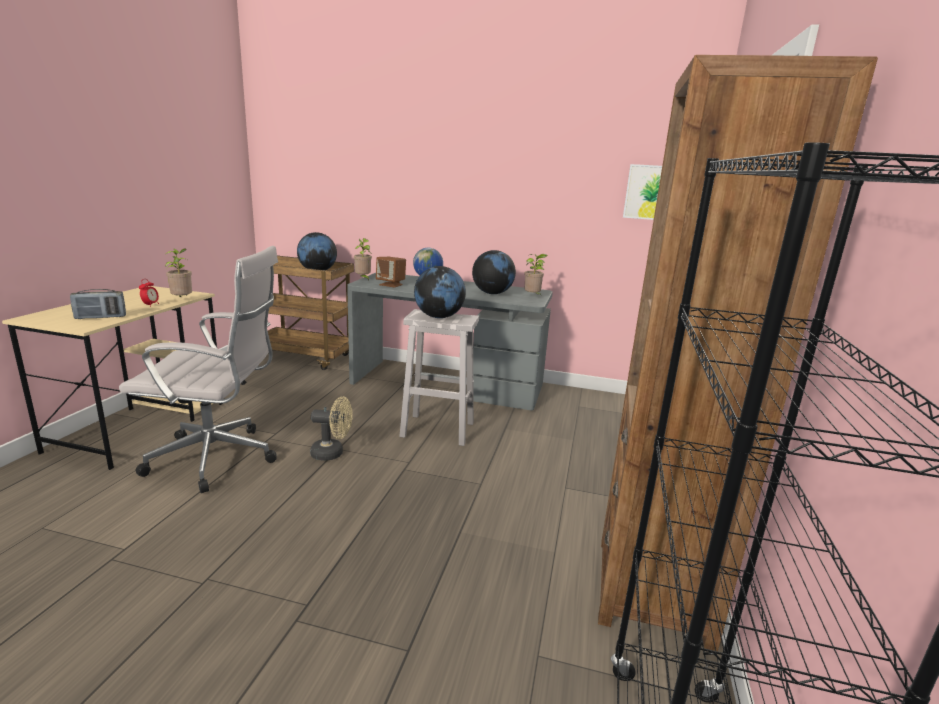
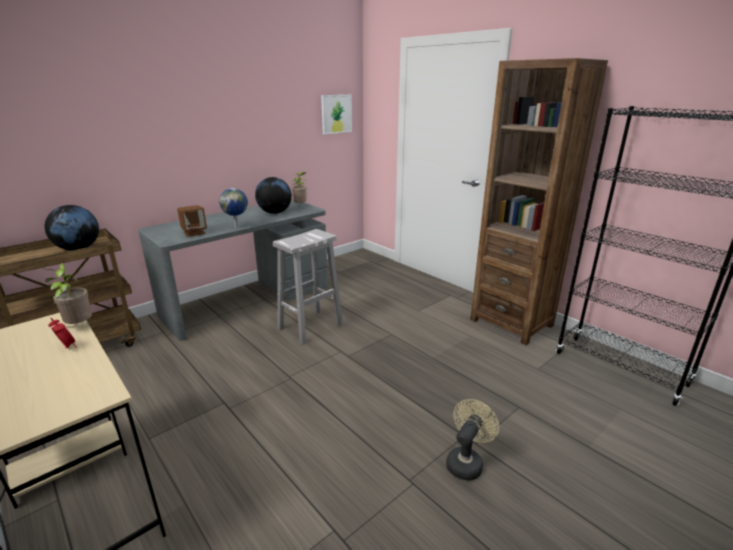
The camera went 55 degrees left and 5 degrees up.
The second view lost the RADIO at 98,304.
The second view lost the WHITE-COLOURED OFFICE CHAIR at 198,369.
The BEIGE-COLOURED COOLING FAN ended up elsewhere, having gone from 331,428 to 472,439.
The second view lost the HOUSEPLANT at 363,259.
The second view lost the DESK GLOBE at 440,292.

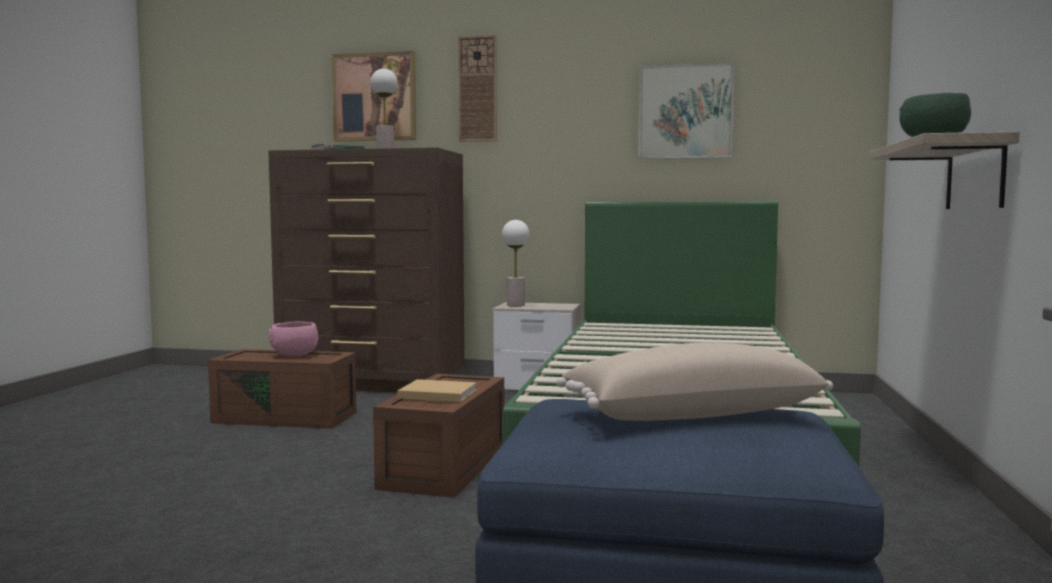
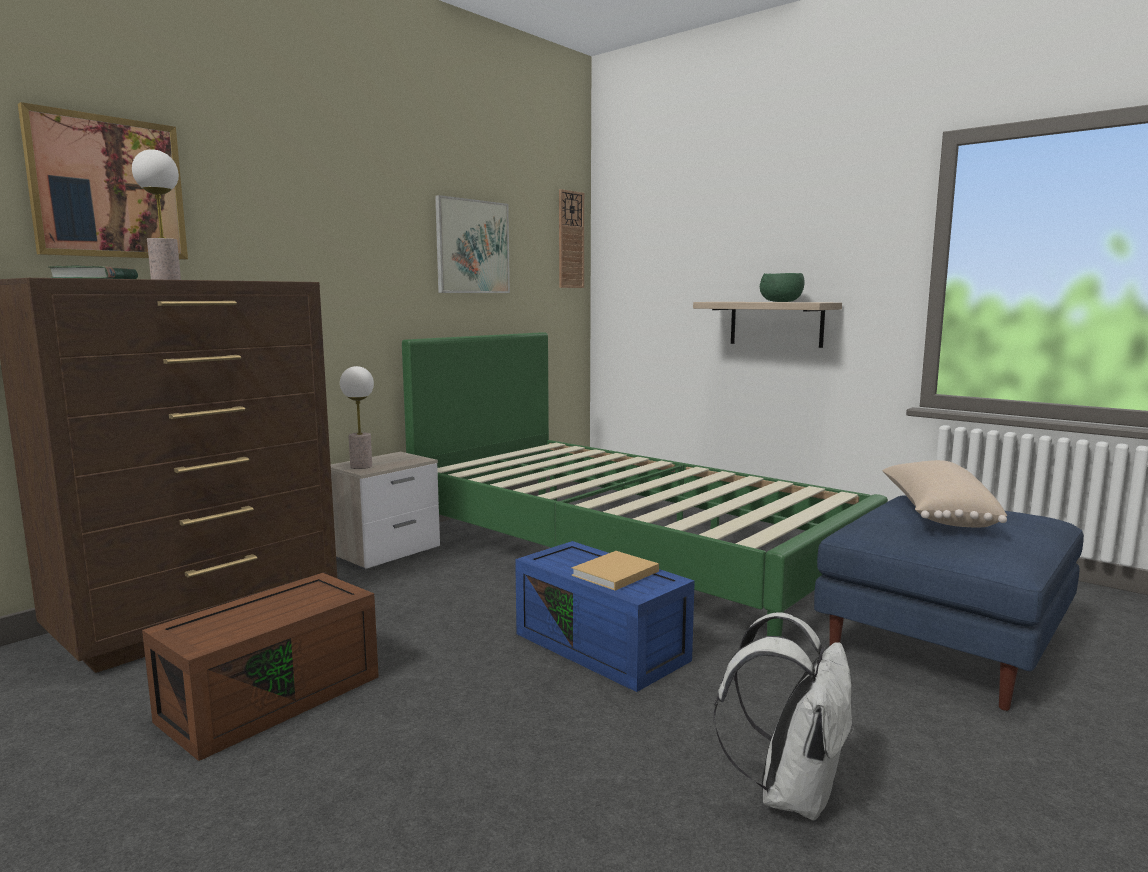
The camera went 60 degrees left and 5 degrees up.
The second view lost the PINKISH SERVING BOWL at 293,339.
What was the BROWN STORAGE BOX at 438,436 turned into the BLUE STORAGE BOX at 605,616.
The CLOCK ON THE WALL ended up elsewhere, having gone from 477,88 to 571,238.
The second view gained the WHITE-COLOURED RUCKSACK at 784,716.

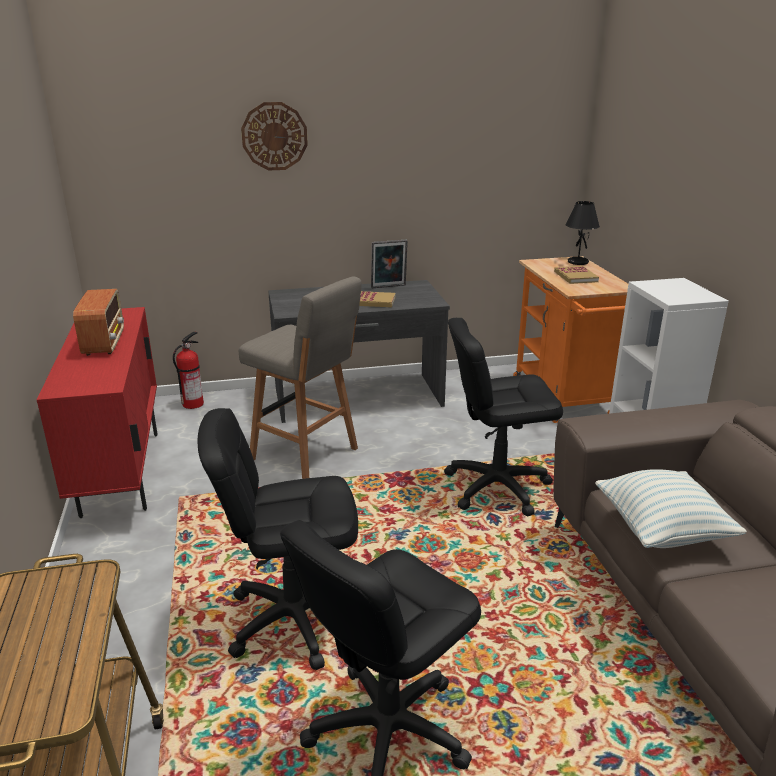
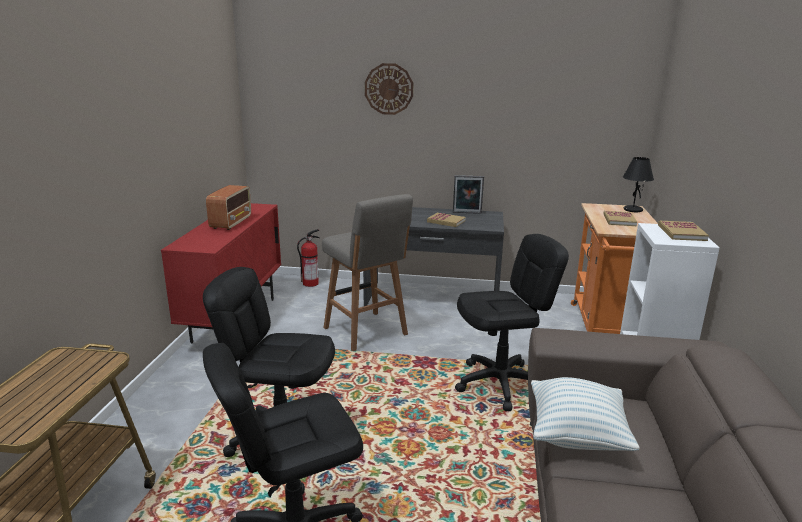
The camera went 20 degrees right and 5 degrees down.
The BLACK OFFICE CHAIR at 503,417 ended up facing another way, 150 degrees clockwise from before.
The second view gained the BOUND BOOK at 683,231.

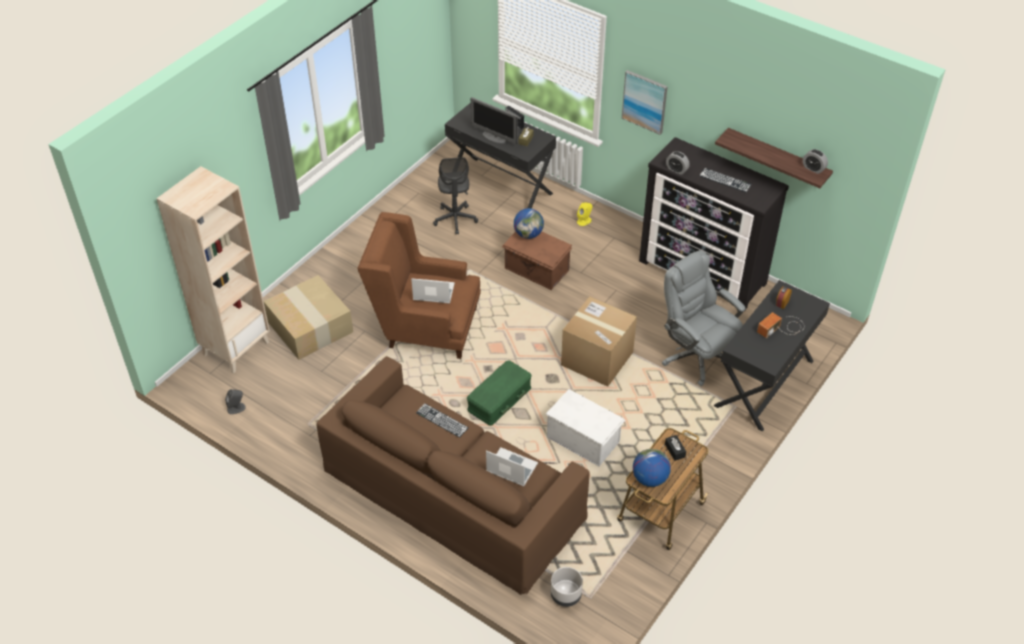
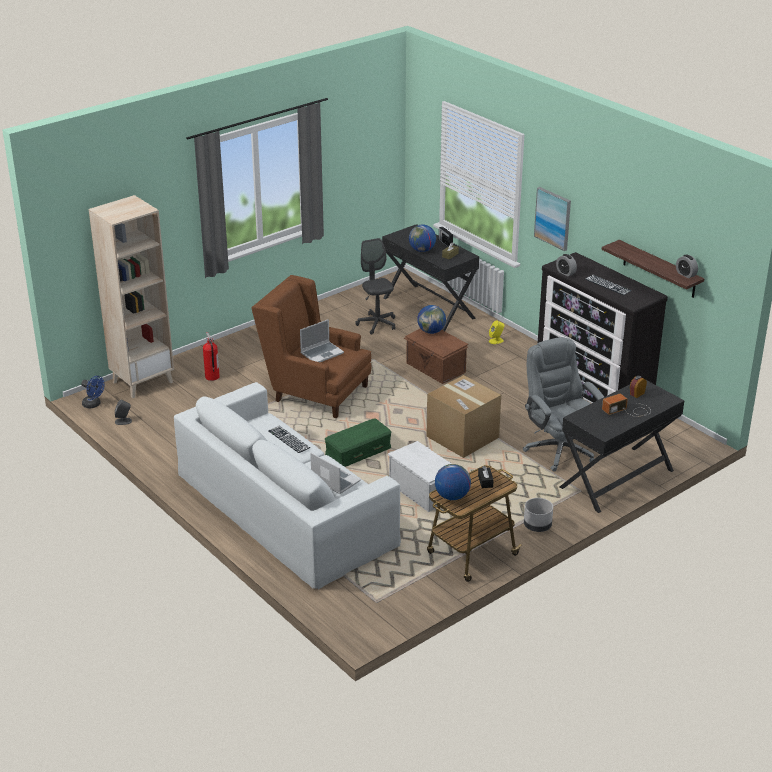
The camera went 15 degrees right and 15 degrees down.
Where the CARTON stood at 308,317, the FIRE EXTINGUISHER came to stand at 211,356.
What was the BROWN COUCH at 453,475 turned into the WHITE-COLOURED COUCH at 287,485.
The PORTABLE COMPUTER at 433,290 ended up facing another way, 120 degrees clockwise from before.
The GREYISH OFFICE CHAIR at 455,196 ended up facing another way, 150 degrees clockwise from before.
Where the MONITOR stood at 494,120, the DESK GLOBE came to stand at 422,238.
The GREYISH PLANT POT ended up elsewhere, having gone from 567,587 to 538,515.
The second view gained the BLUE COOLING FAN at 93,392.

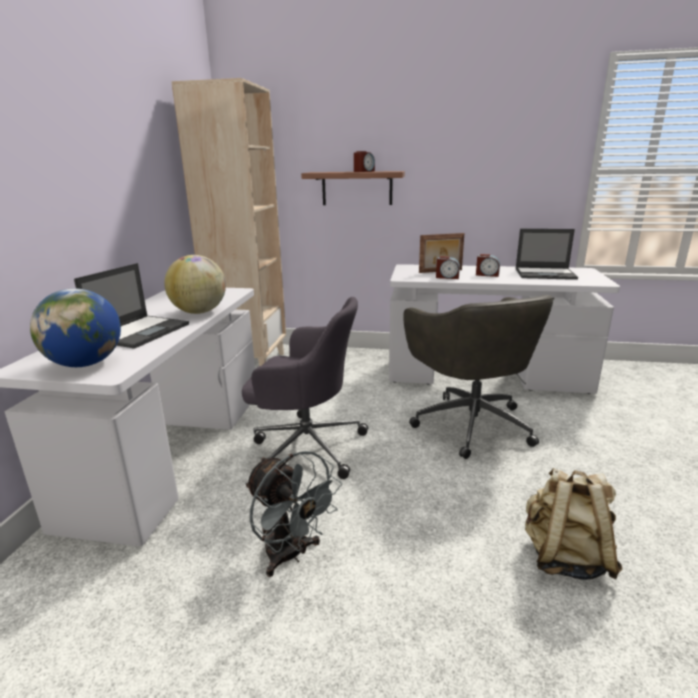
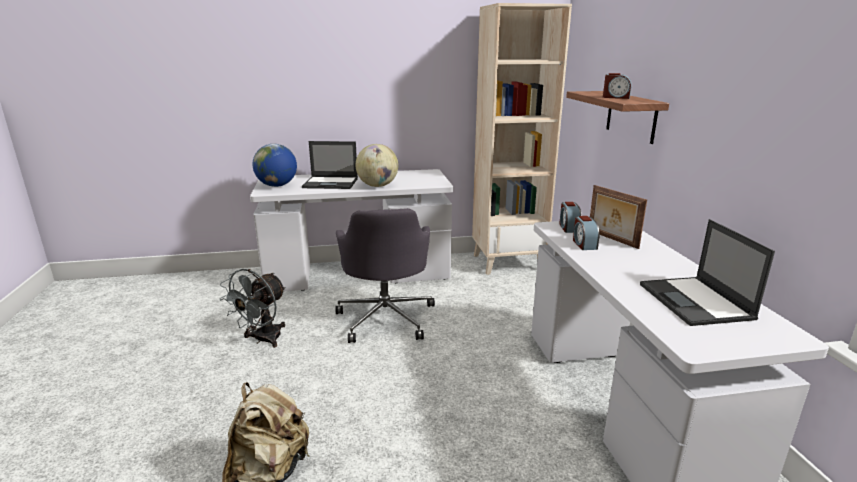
The camera went 70 degrees right and 0 degrees up.
The second view lost the GREYISH OFFICE CHAIR at 478,377.
The TABLE CLOCK ended up elsewhere, having gone from 488,265 to 570,217.

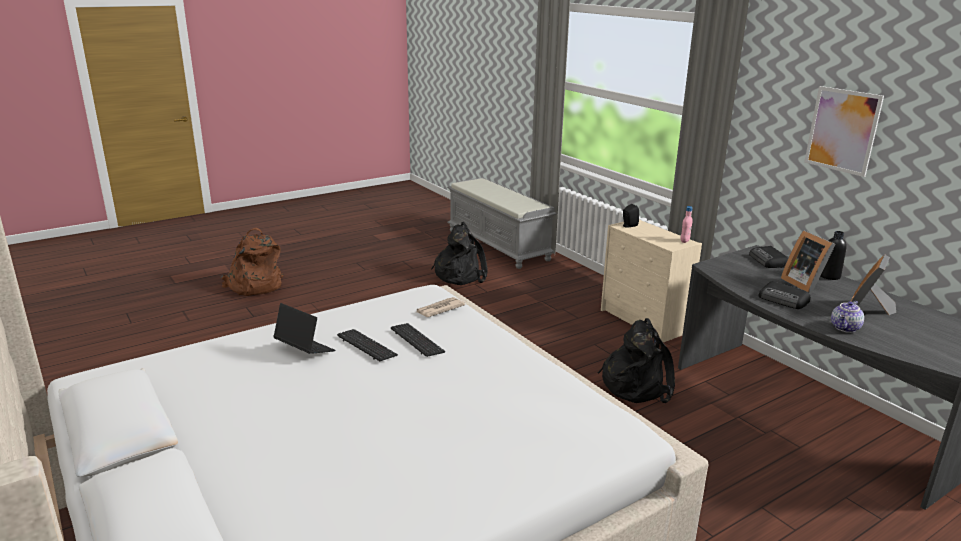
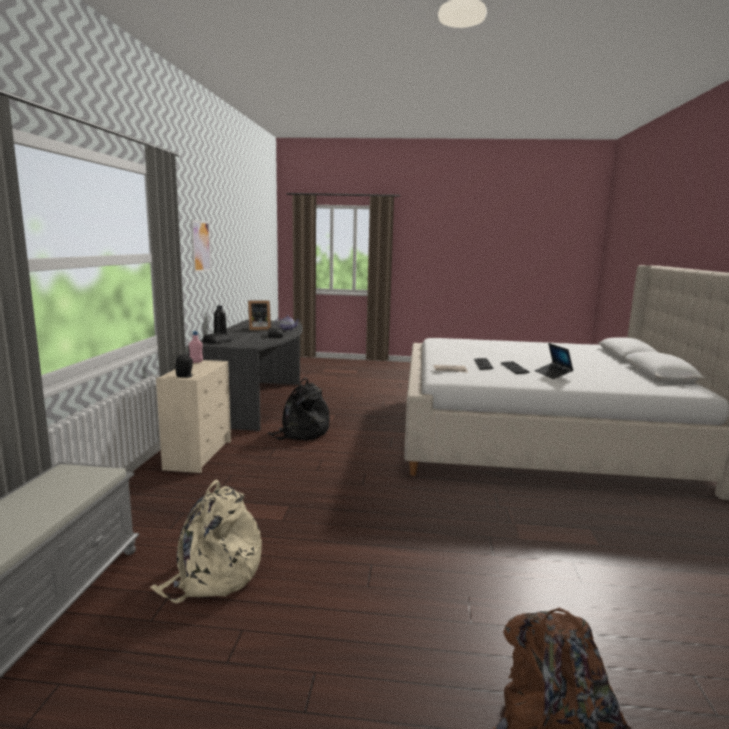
The camera went 140 degrees left and 10 degrees down.
What was the BLACK RUCKSACK at 459,253 turned into the BEIGE-COLOURED RUCKSACK at 206,541.
The second view lost the PHOTO FRAME at 808,262.

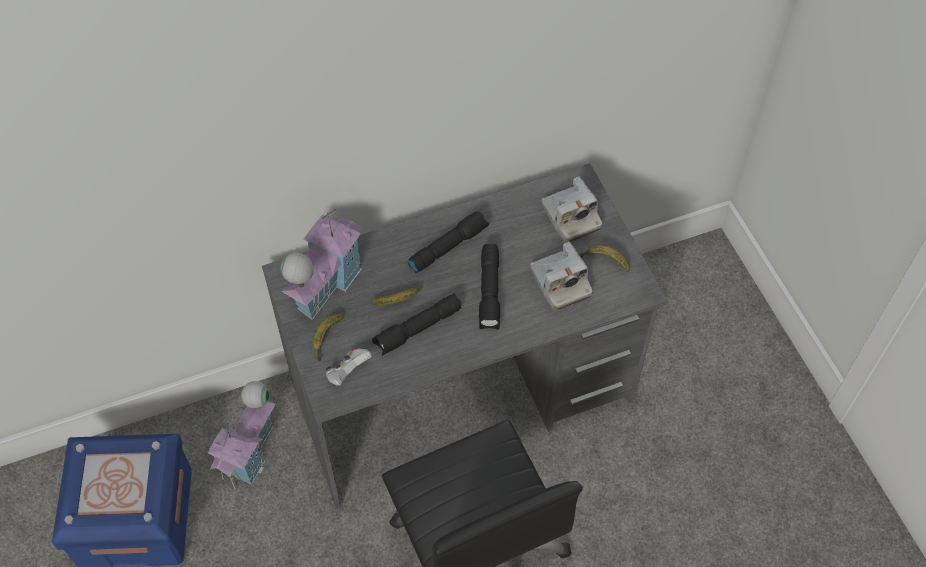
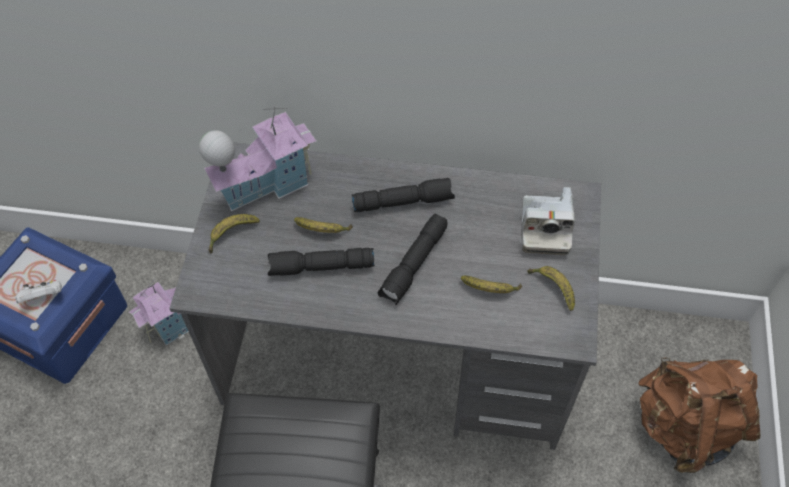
The camera went 30 degrees right and 0 degrees up.
The WHITE-COLOURED JOYPAD ended up elsewhere, having gone from 348,367 to 38,291.
Where the PHOTO CAMERA stood at 561,277, the BANANA came to stand at 491,284.
The second view gained the BROWN RUCKSACK at 699,415.

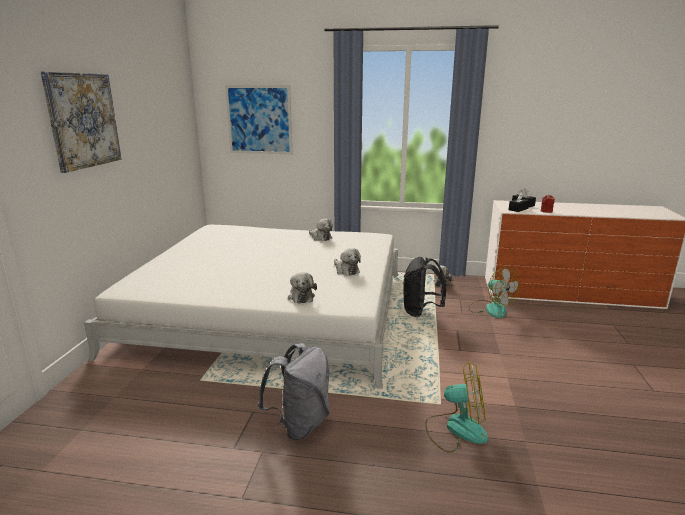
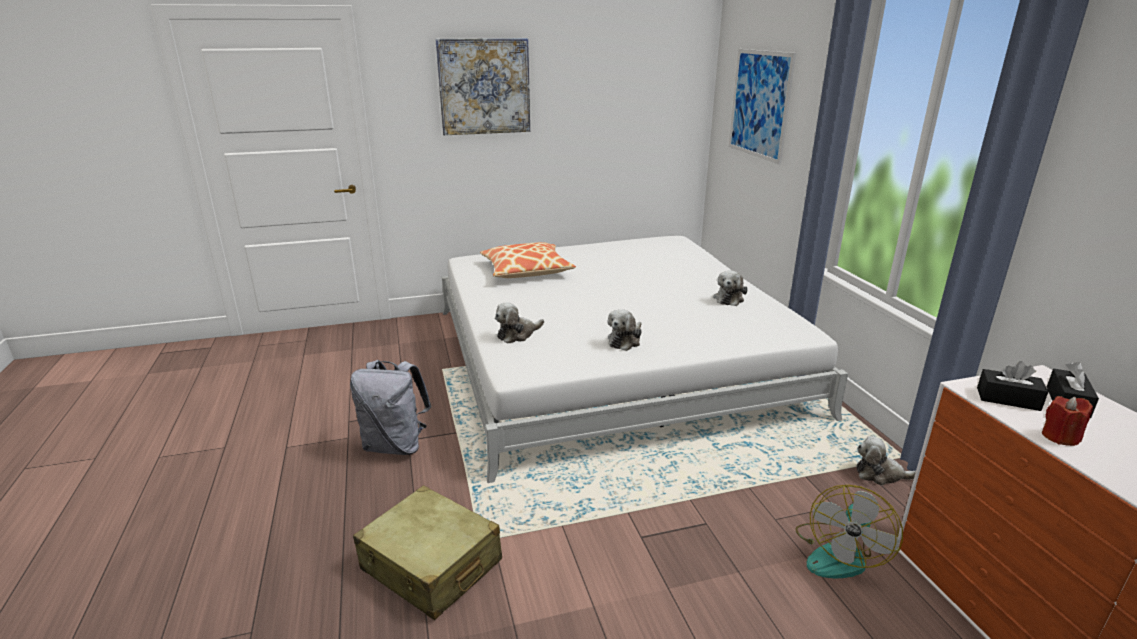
The camera went 65 degrees right and 5 degrees up.
The second view lost the BLACK RUCKSACK at 424,287.
Where the COOLING FAN stood at 456,407, the BEIGE-COLOURED PIECE OF LUGGAGE came to stand at 427,552.
The second view gained the CUSHION at 528,260.

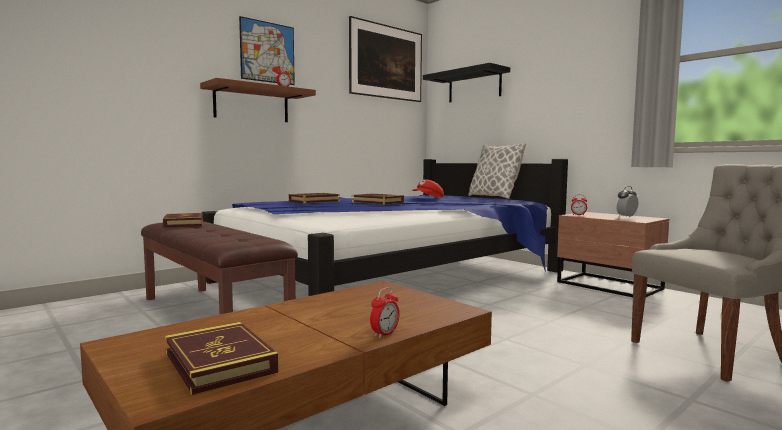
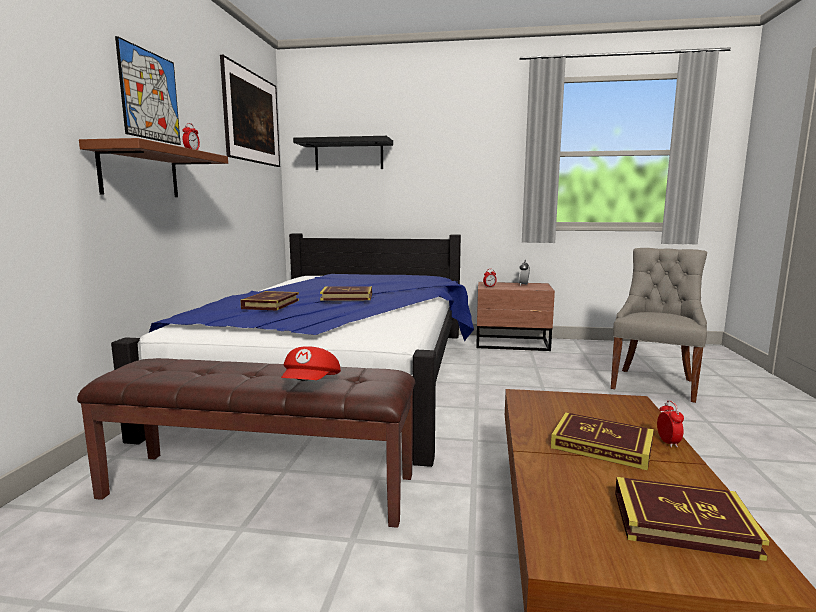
The camera went 40 degrees left and 5 degrees up.
The BOUND BOOK ended up elsewhere, having gone from 183,220 to 602,441.
The RED-COLOURED PEAKED CAP ended up elsewhere, having gone from 428,189 to 311,363.
The second view lost the CUSHION at 497,171.

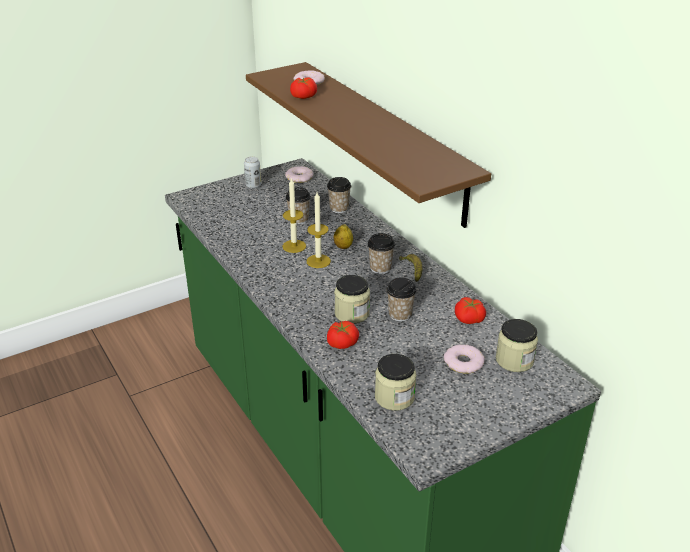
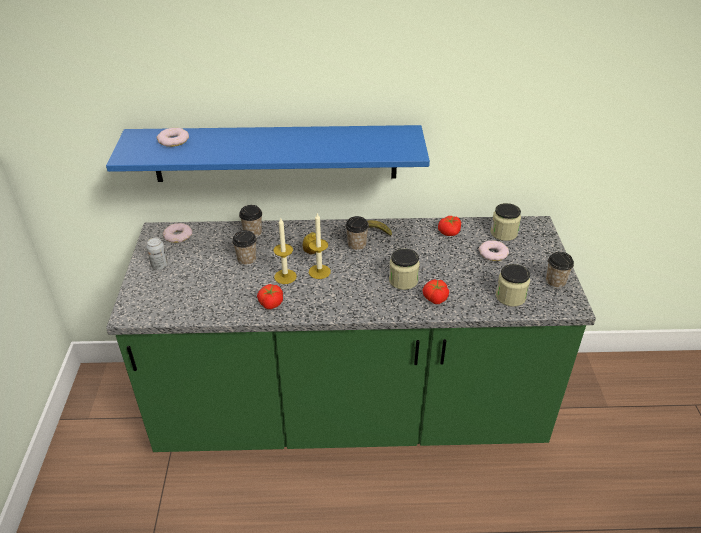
The camera went 60 degrees left and 5 degrees up.
What was the BROWN WALL SHELF at 368,145 turned into the BLUE WALL SHELF at 268,153.
The TOMATO ended up elsewhere, having gone from 303,88 to 270,296.
The SMALL CUP ended up elsewhere, having gone from 401,299 to 560,270.

